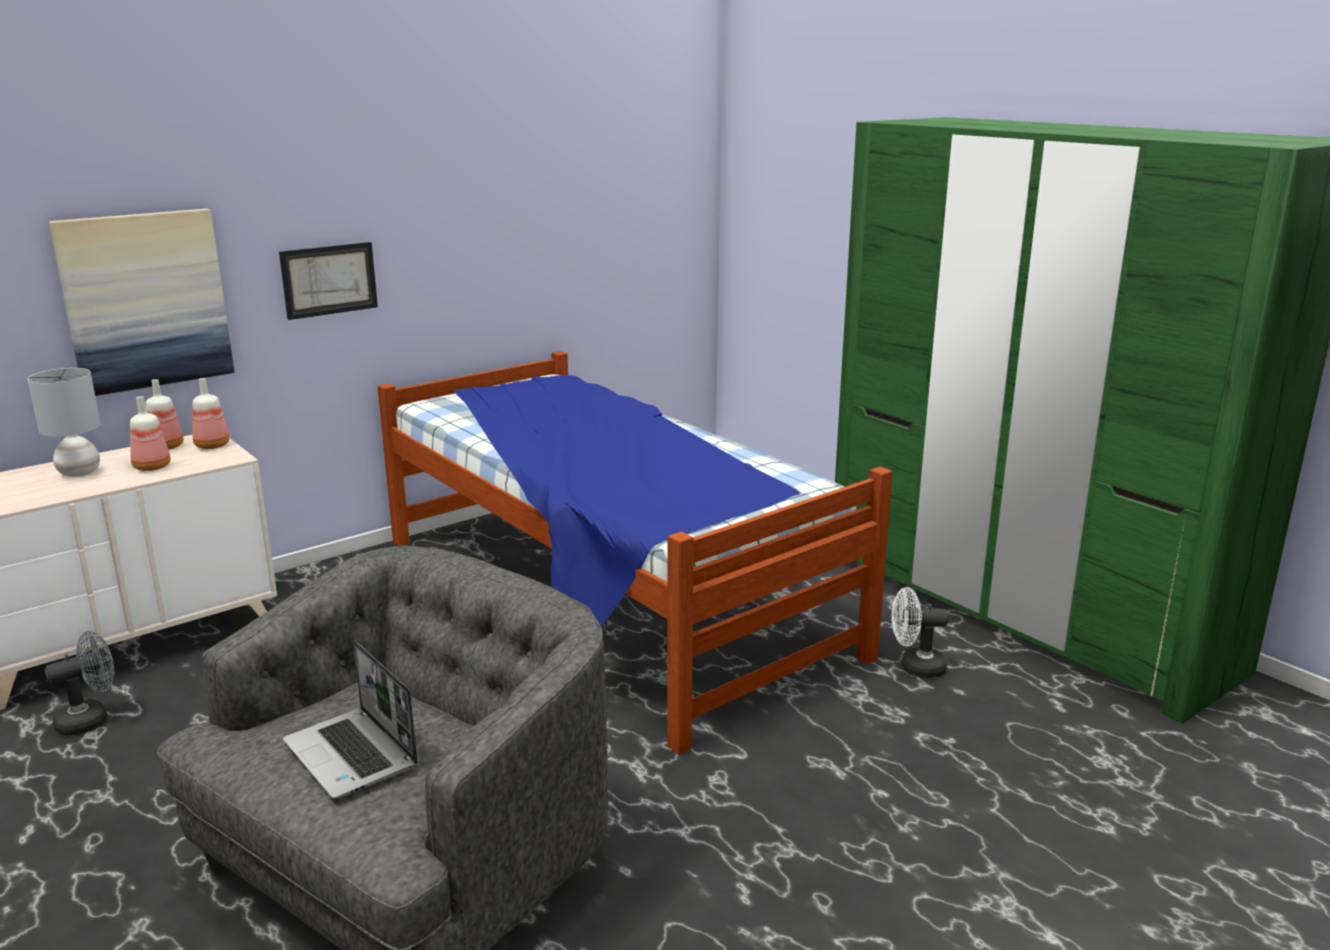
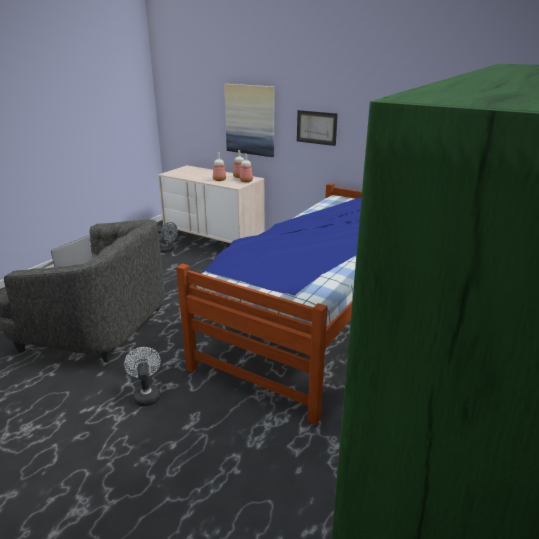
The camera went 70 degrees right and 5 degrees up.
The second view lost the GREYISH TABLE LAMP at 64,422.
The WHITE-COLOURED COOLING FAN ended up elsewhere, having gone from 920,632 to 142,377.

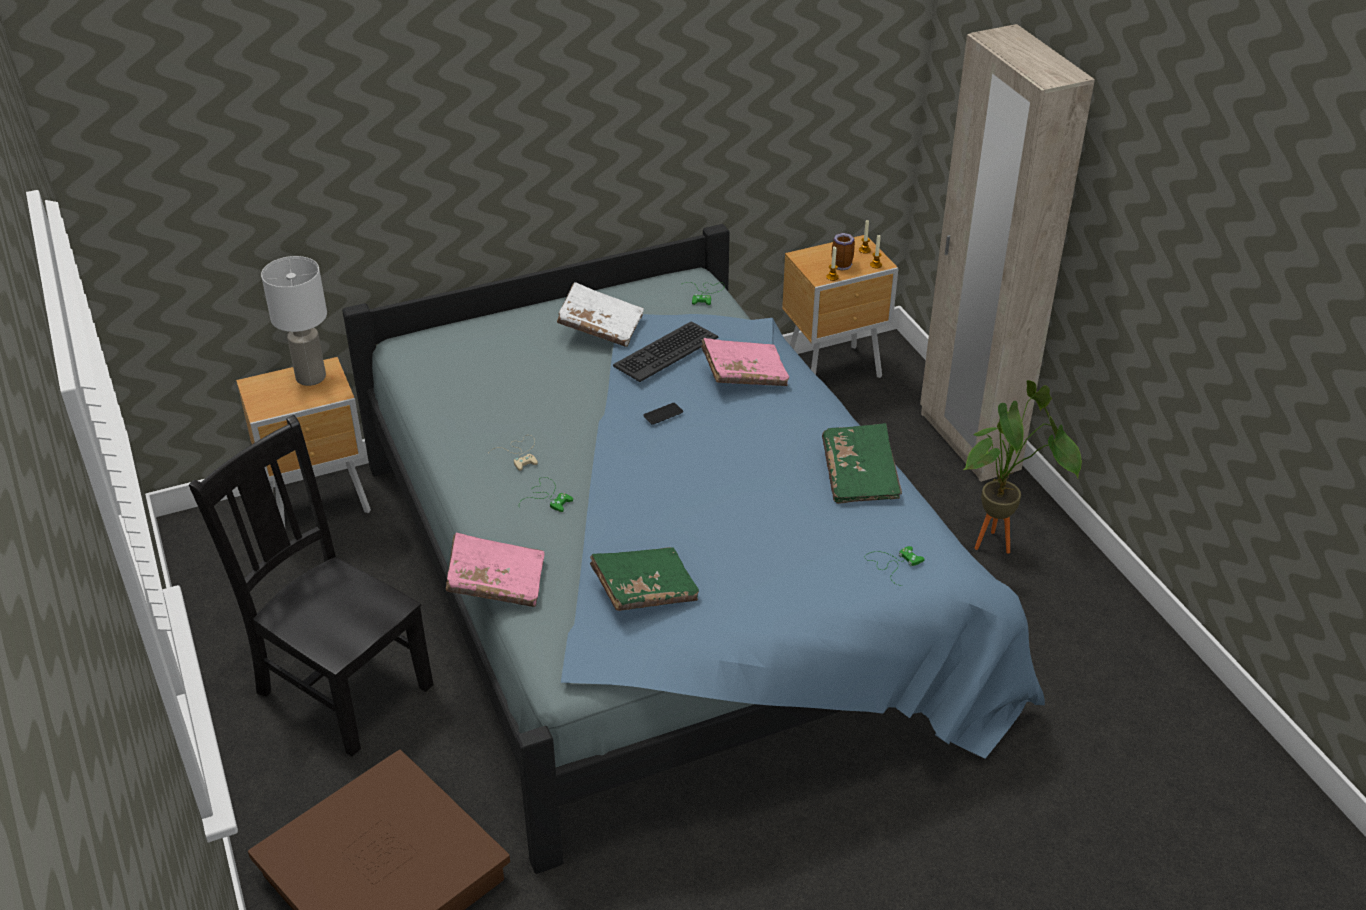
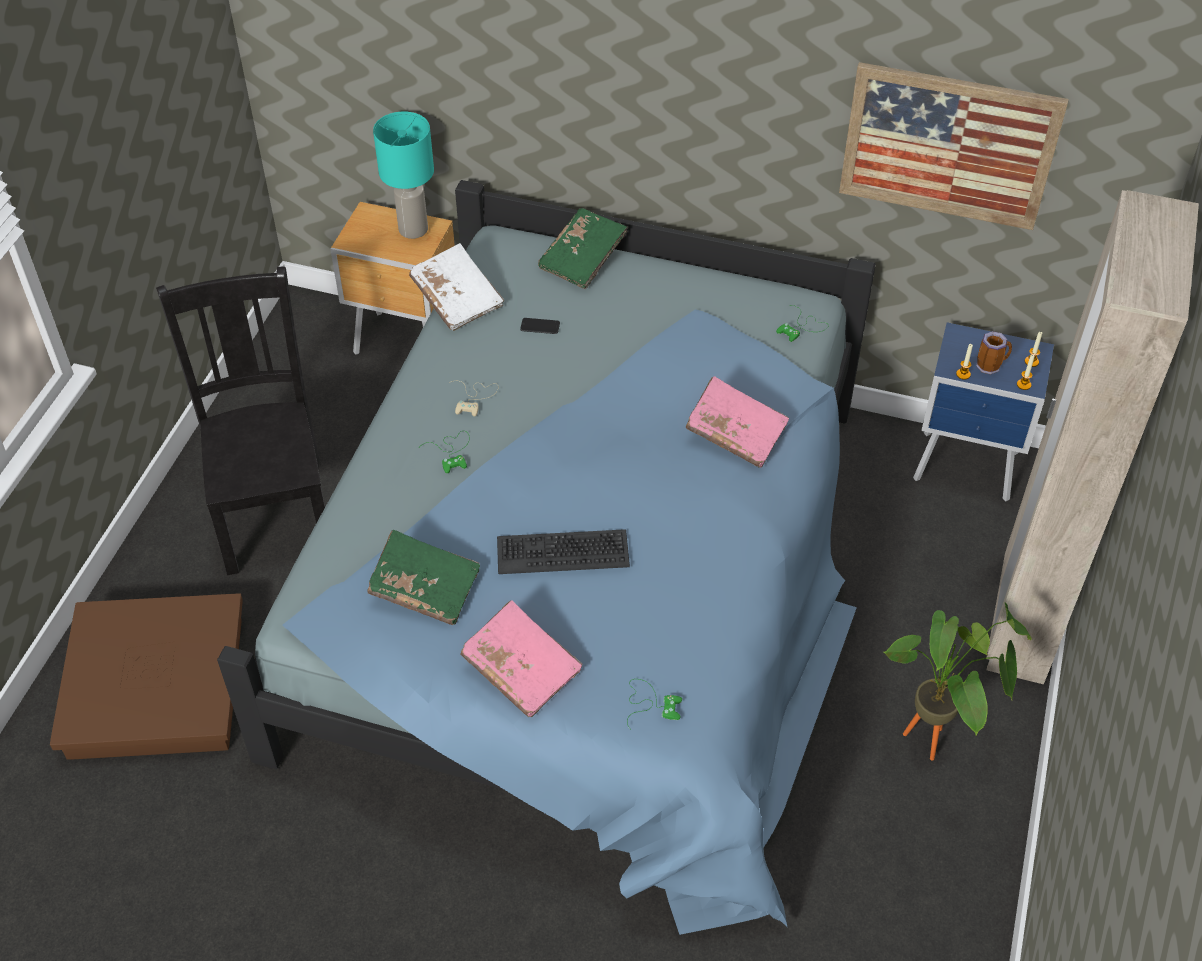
The camera went 40 degrees right and 10 degrees up.
What was the WHITE-COLOURED TABLE LAMP at 294,321 turned into the TURQUOISE TABLE LAMP at 403,175.
The PINKISH BOUND BOOK ended up elsewhere, having gone from 495,570 to 521,658.
The WHITE-COLOURED BOUND BOOK ended up elsewhere, having gone from 600,314 to 456,287.
The COMPUTER KEYBOARD ended up elsewhere, having gone from 665,351 to 563,551.
The HANDSET ended up elsewhere, having gone from 663,414 to 540,326.
What was the BROWN NIGHTSTAND at 840,306 turned into the BLUE NIGHTSTAND at 983,411.
The GREENISH BOUND BOOK ended up elsewhere, having gone from 862,463 to 583,248.
The second view gained the PICTURE at 954,146.

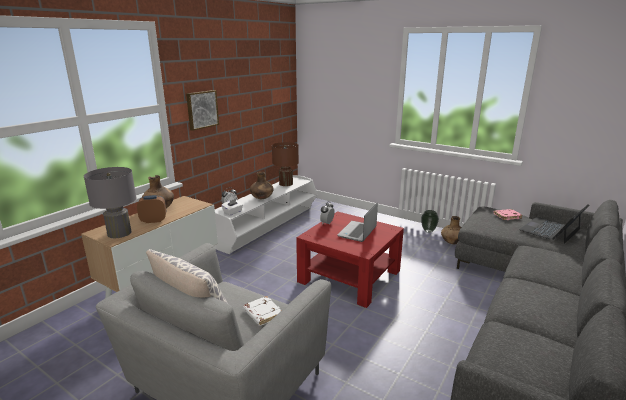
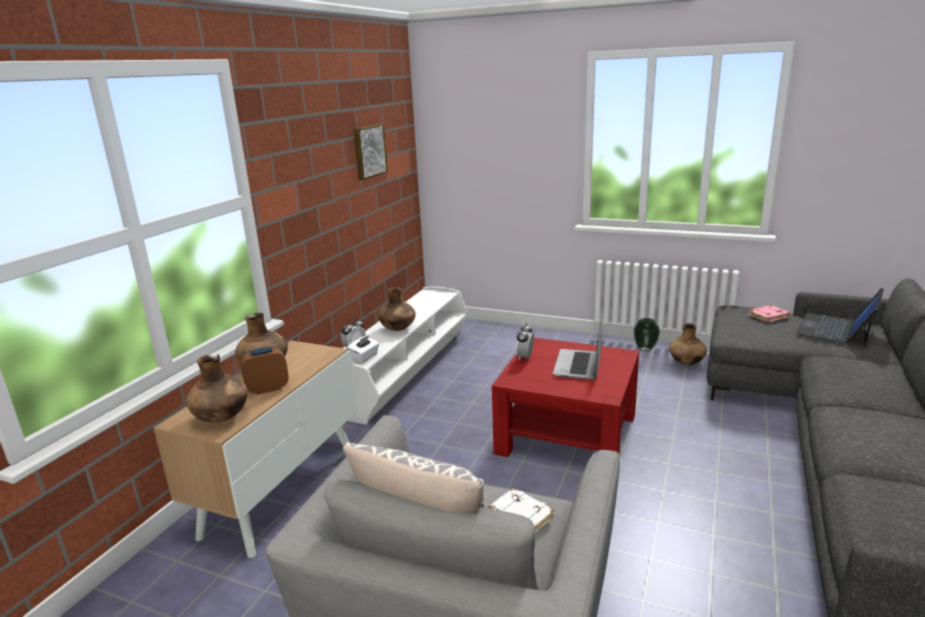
The camera went 10 degrees left and 0 degrees up.
Where the GREYISH TABLE LAMP stood at 110,202, the BROWN VASE came to stand at 217,388.
The PICTURE ended up elsewhere, having gone from 202,110 to 371,152.
The second view lost the BROWN TABLE LAMP at 285,164.

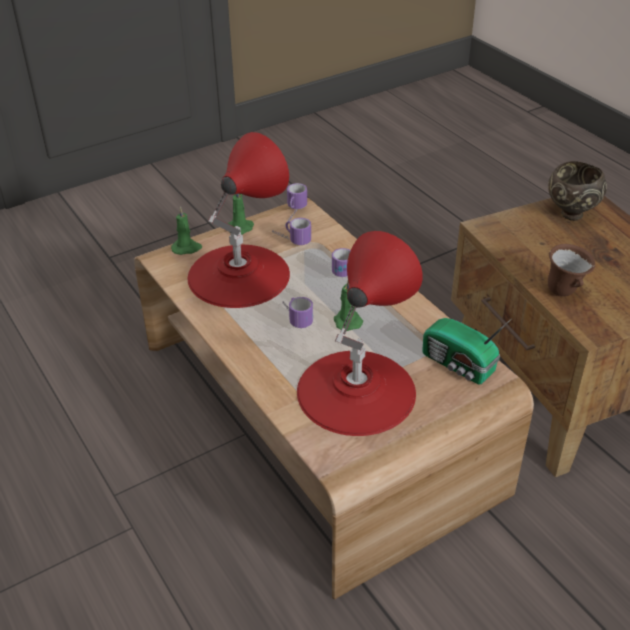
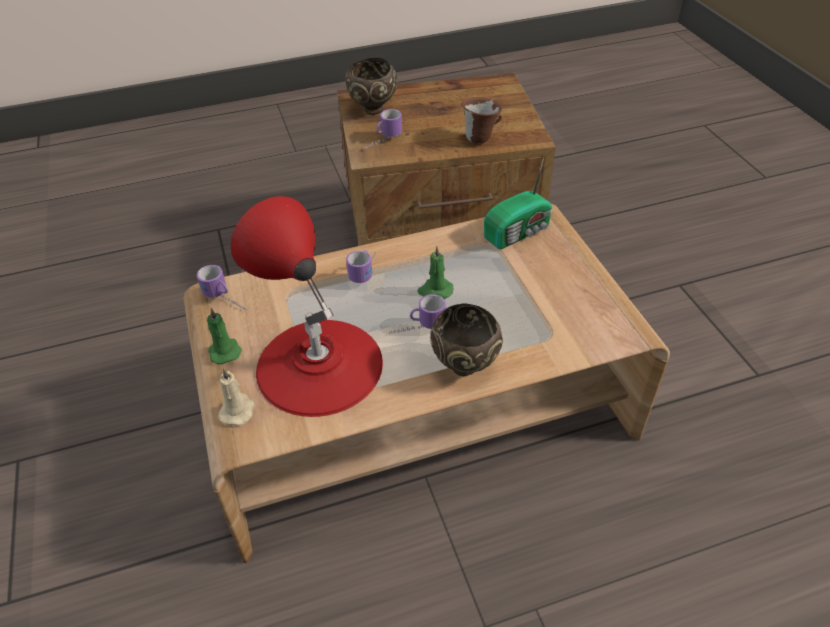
The camera went 75 degrees left and 5 degrees up.
What was the GREENISH CANDLE at 186,231 turned into the BEIGE-COLOURED CANDLE at 236,396.
The MUG ended up elsewhere, having gone from 291,231 to 382,129.
The second view lost the RED-COLOURED TABLE LAMP at 360,333.
The second view gained the BROWN SERVING BOWL at 466,340.

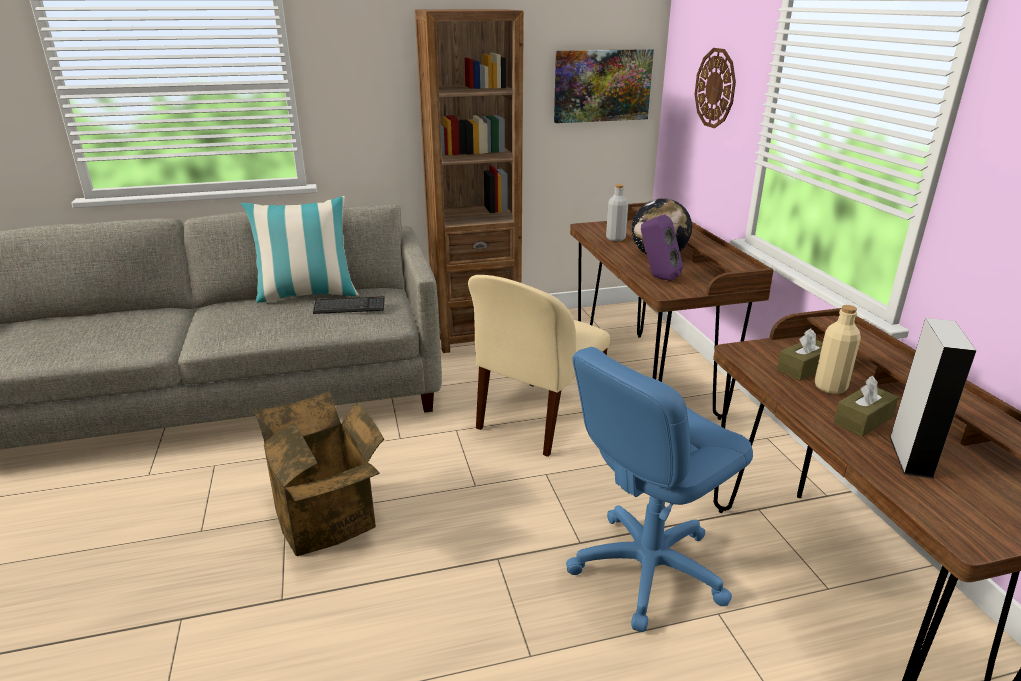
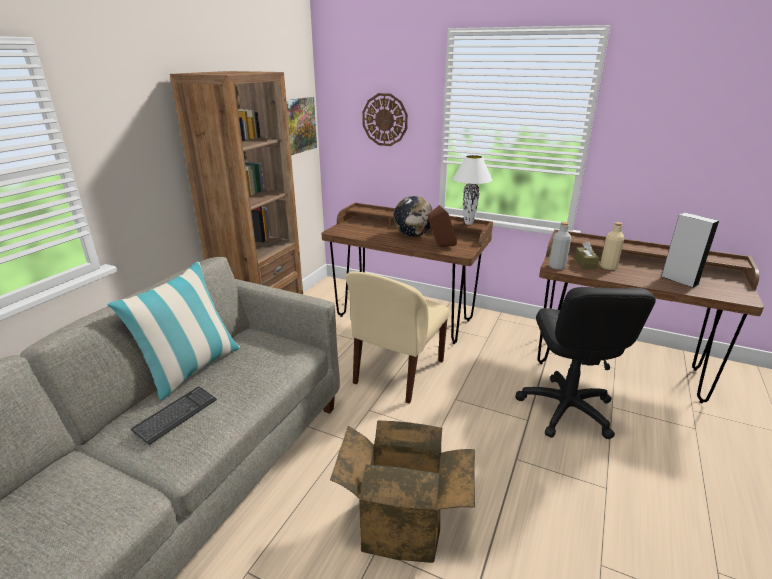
The camera went 50 degrees left and 0 degrees up.
The COMPUTER KEYBOARD ended up elsewhere, having gone from 349,305 to 174,416.
The BEIGE-COLOURED CHAIR at 539,366 ended up facing another way, 45 degrees clockwise from before.
What was the BLUE OFFICE CHAIR at 659,489 turned into the BLACK OFFICE CHAIR at 585,363.
The GREYISH BEVERAGE BOTTLE ended up elsewhere, having gone from 617,212 to 560,246.
What was the PURPLISH LOUDSPEAKER at 662,248 turned into the BROWN LOUDSPEAKER at 442,226.
The second view lost the BROWN TISSUE HOLDER at 866,406.
The second view gained the WHITE-COLOURED TABLE LAMP at 472,190.

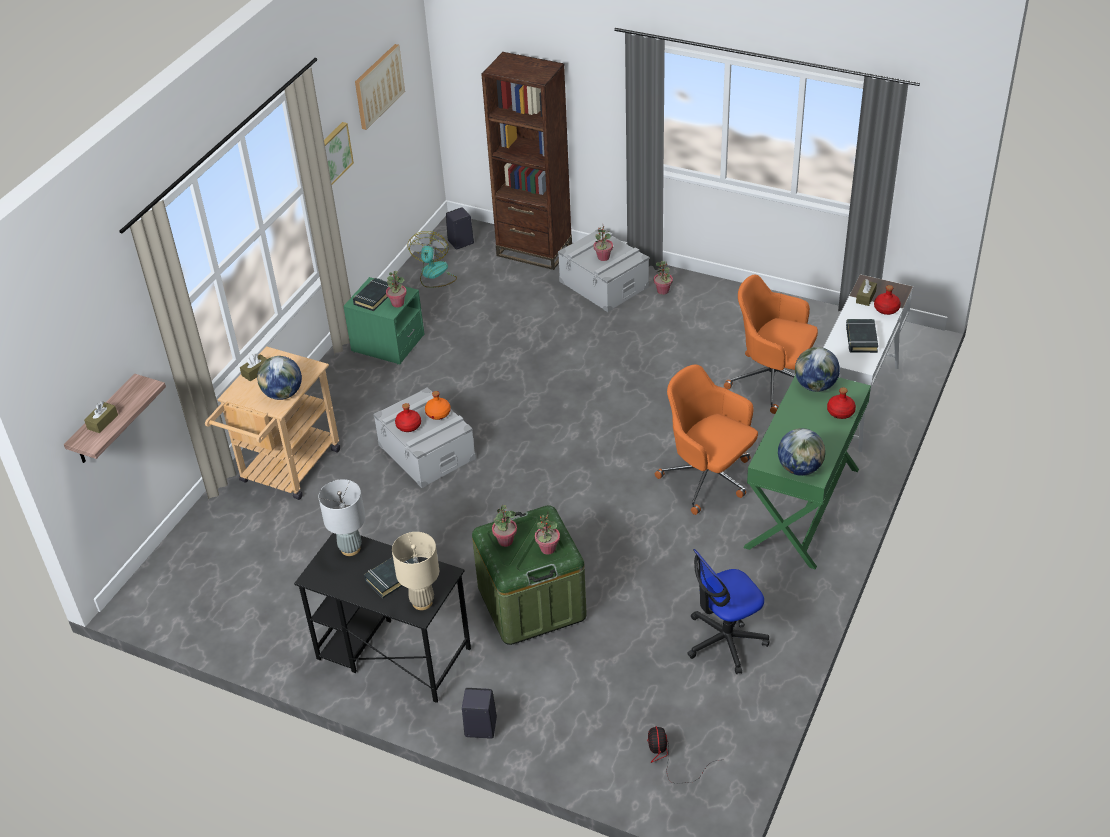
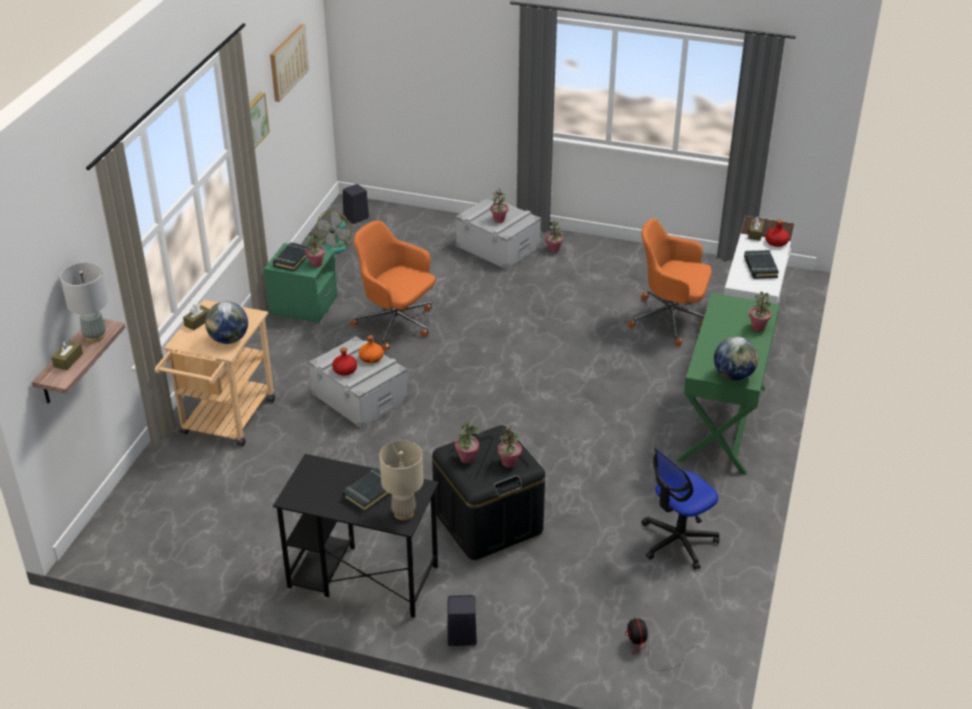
The camera went 10 degrees left and 5 degrees down.
The GREYISH TABLE LAMP ended up elsewhere, having gone from 341,517 to 84,302.
The COOLING FAN at 432,259 ended up facing another way, 150 degrees counterclockwise from before.
What was the GREENISH STORAGE BOX at 529,575 turned into the BLACK STORAGE BOX at 488,492.
The second view lost the BROWN BOOKSHELF at 526,161.
The ORANGE OFFICE CHAIR ended up elsewhere, having gone from 706,440 to 393,285.
The second view lost the DESK GLOBE at 817,369.
Where the RED-COLOURED BEVERAGE BOTTLE stood at 841,403, the HOUSEPLANT came to stand at 760,311.

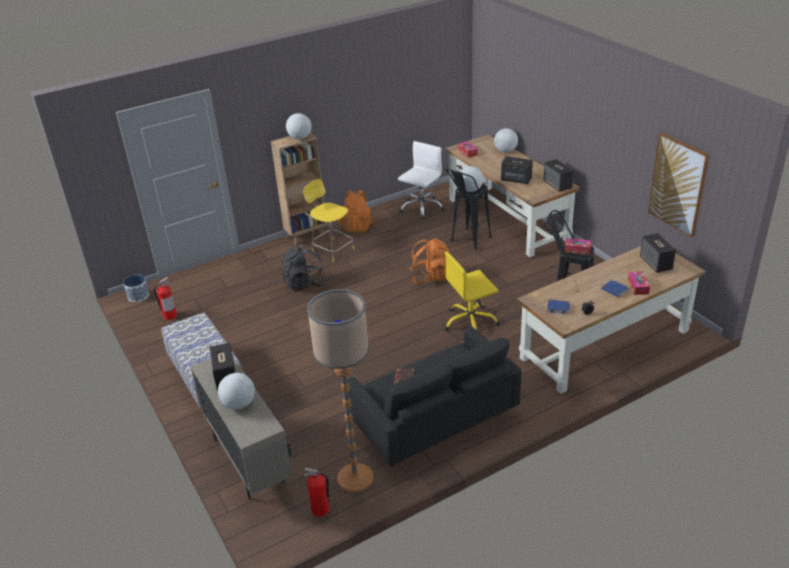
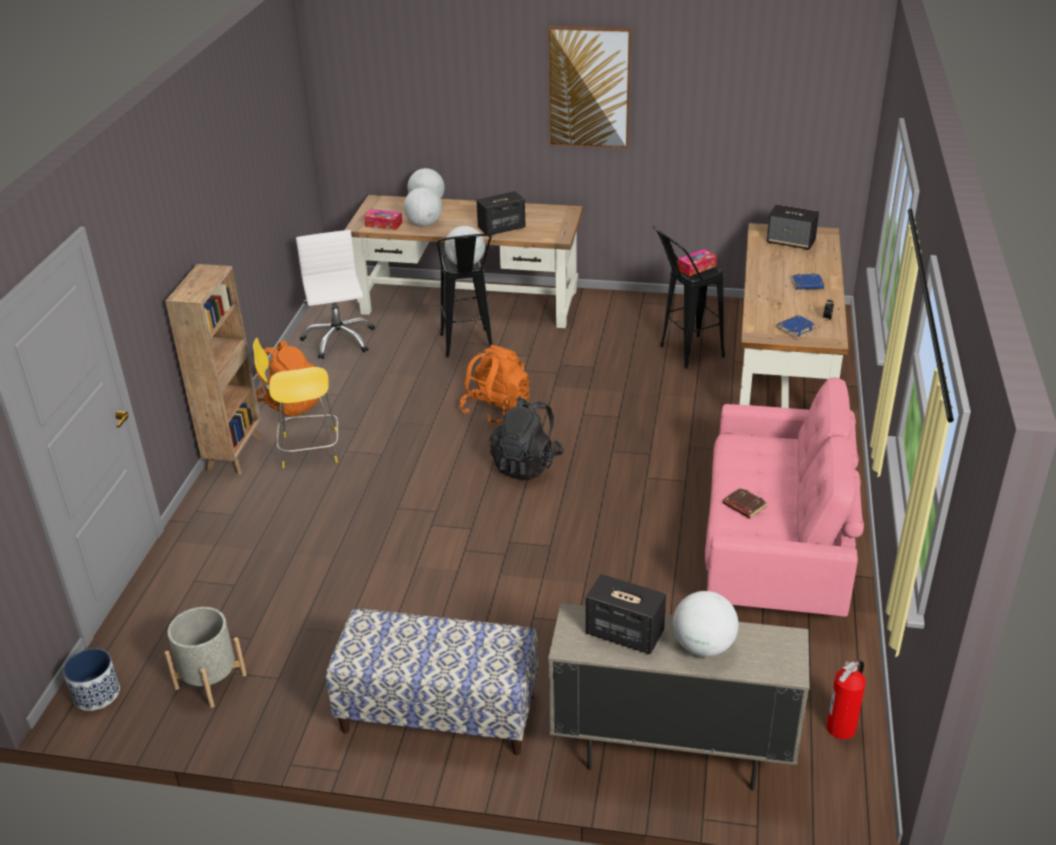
The camera went 50 degrees left and 0 degrees up.
Where the FIRE EXTINGUISHER stood at 165,298, the GREYISH PLANT POT came to stand at 206,657.
The BLACK RUCKSACK ended up elsewhere, having gone from 304,267 to 526,438.
The DESK GLOBE ended up elsewhere, having gone from 299,126 to 423,206.
The second view lost the STANDARD LAMP at 340,390.
What was the BLACK COUCH at 434,396 turned into the PINKISH COUCH at 784,497.
The second view lost the YELLOW-COLOURED OFFICE CHAIR at 472,291.
The second view lost the LOUDSPEAKER at 558,175.
The second view lost the TISSUE HOLDER at 639,283.
The PICTURE ended up elsewhere, having gone from 678,185 to 589,87.

